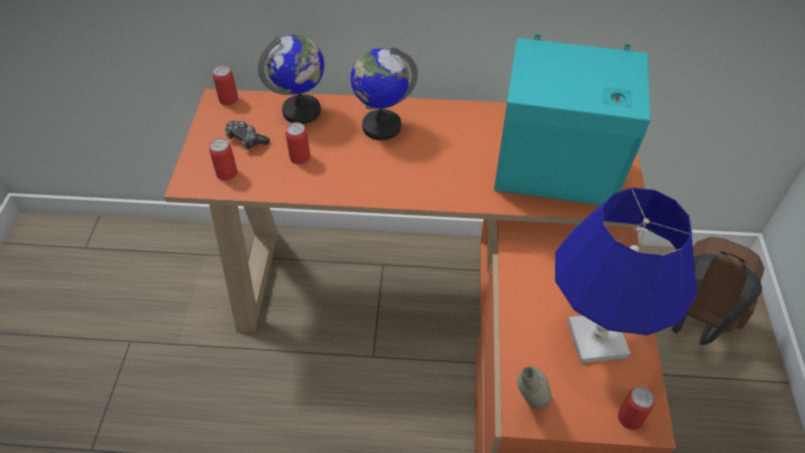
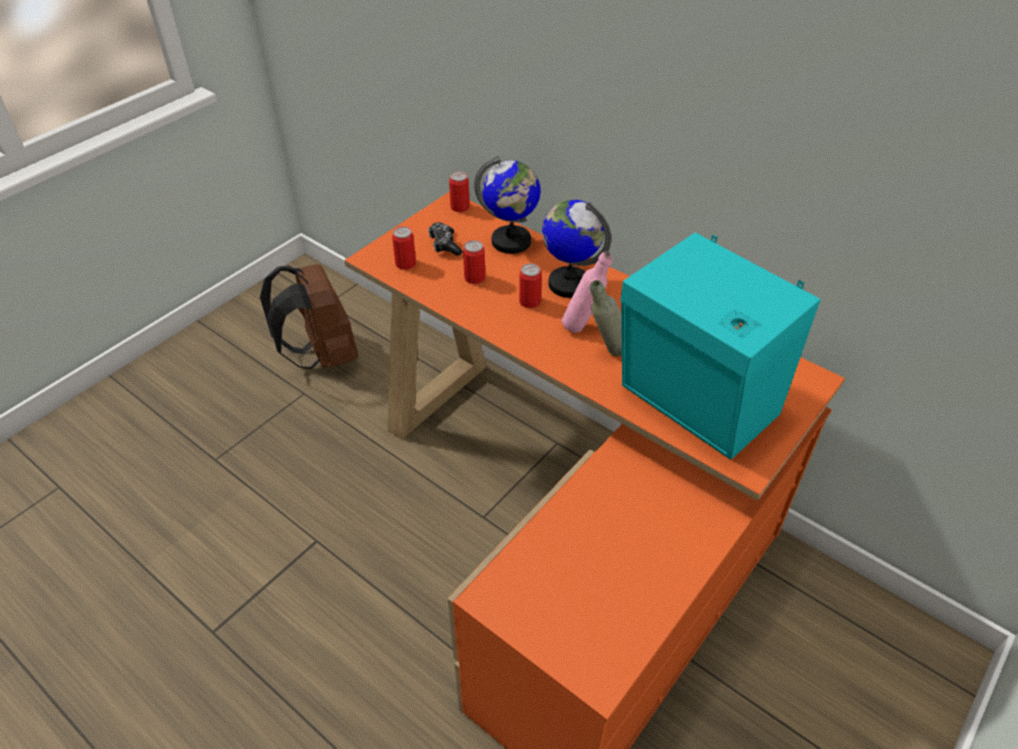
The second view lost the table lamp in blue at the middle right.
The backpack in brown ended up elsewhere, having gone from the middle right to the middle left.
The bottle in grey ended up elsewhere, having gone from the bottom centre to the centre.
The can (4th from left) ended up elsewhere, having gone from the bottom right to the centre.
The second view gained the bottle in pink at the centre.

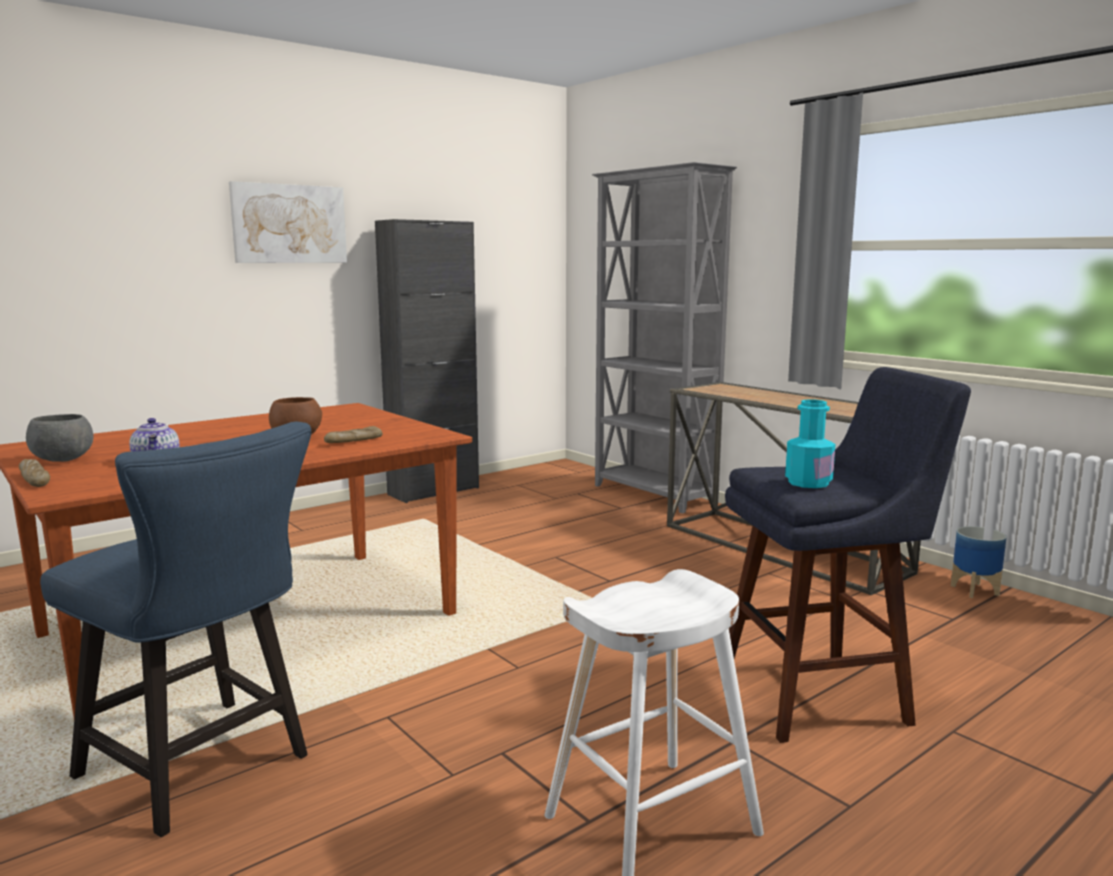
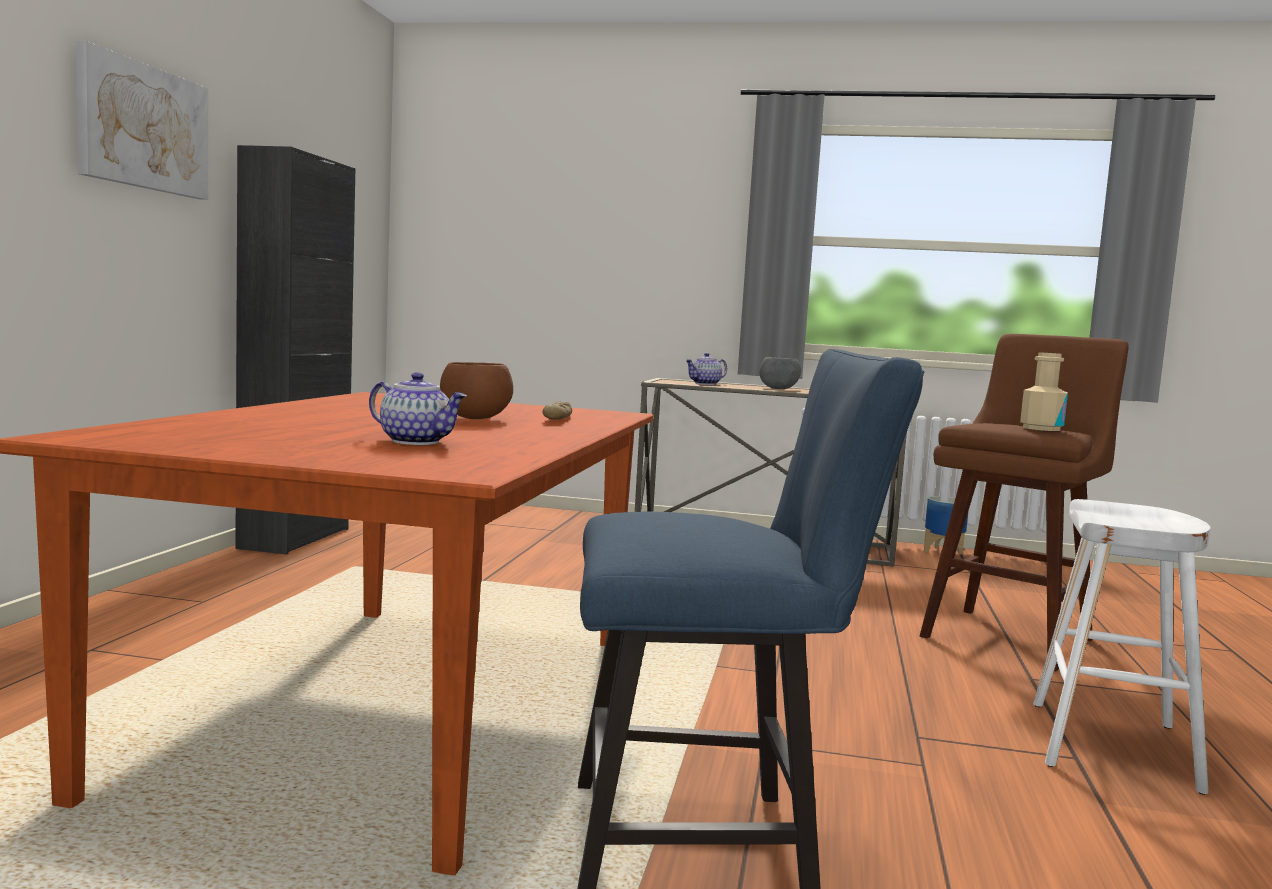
The second view lost the bookcase in grey at the centre.
What was the stool in blue at the middle right turned into the stool in brown at the middle right.
What was the bottle in turquoise at the middle right turned into the bottle in beige at the middle right.
The bowl in grey ended up elsewhere, having gone from the middle left to the centre.
The second view lost the bread (1st from left) at the middle left.
The second view gained the teapot (2nd from left) at the centre.

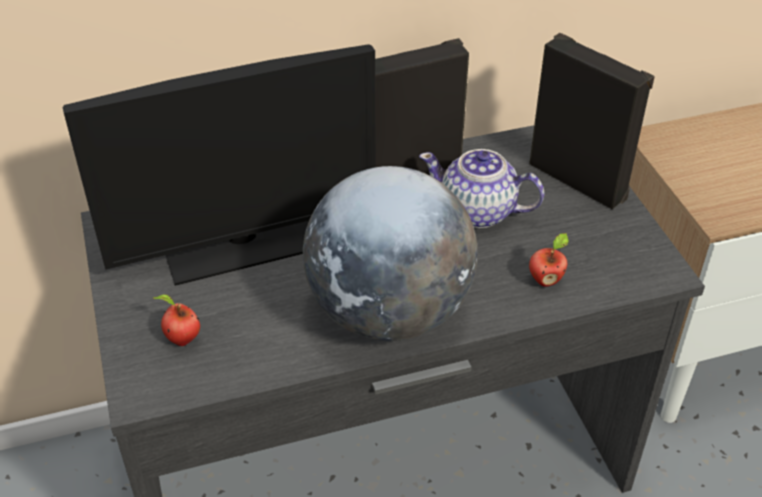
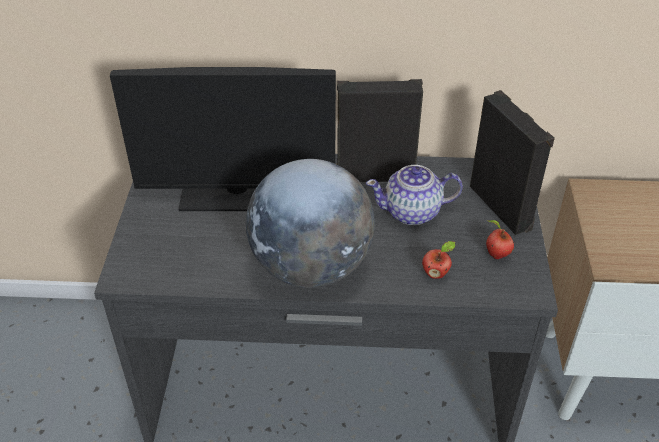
The teapot at the centre ended up facing another way, 45 degrees counterclockwise from before.
The apple (1st from left in the first image) ended up elsewhere, having gone from the middle left to the middle right.

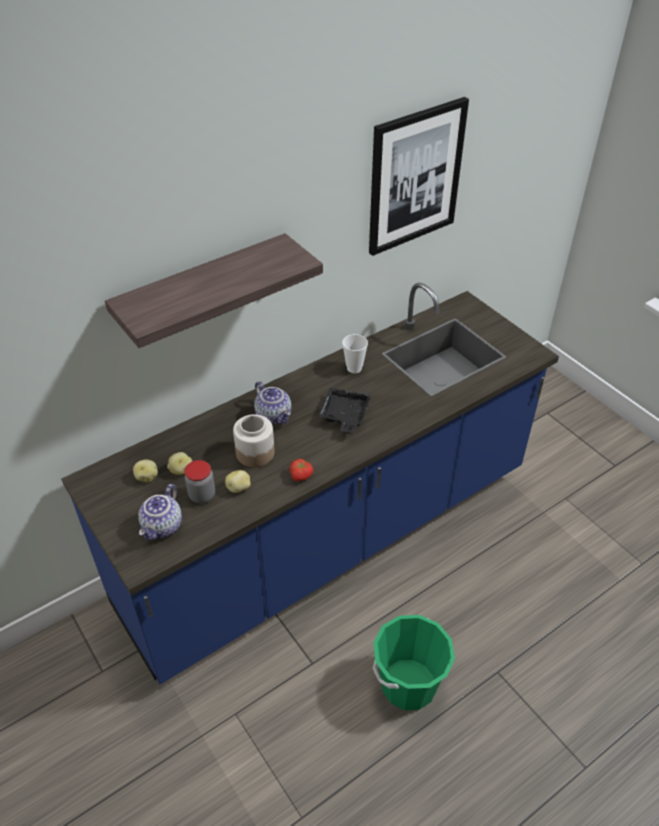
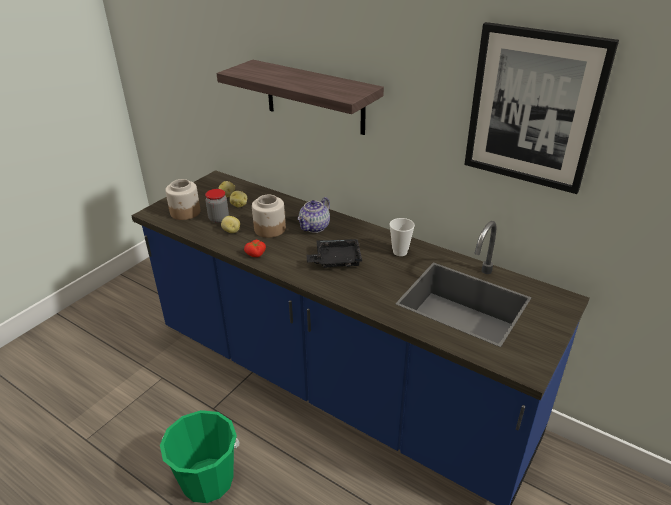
Where the teapot (1st from left) stood at the middle left, the jar (1st from left) came to stand at the middle left.

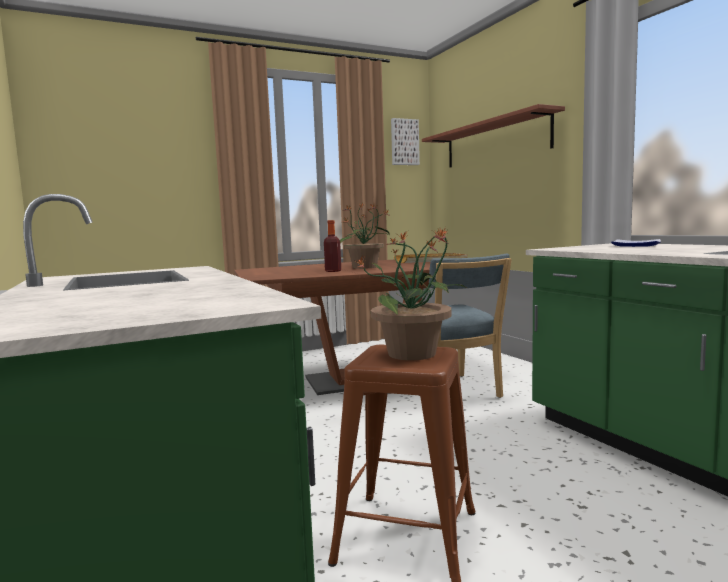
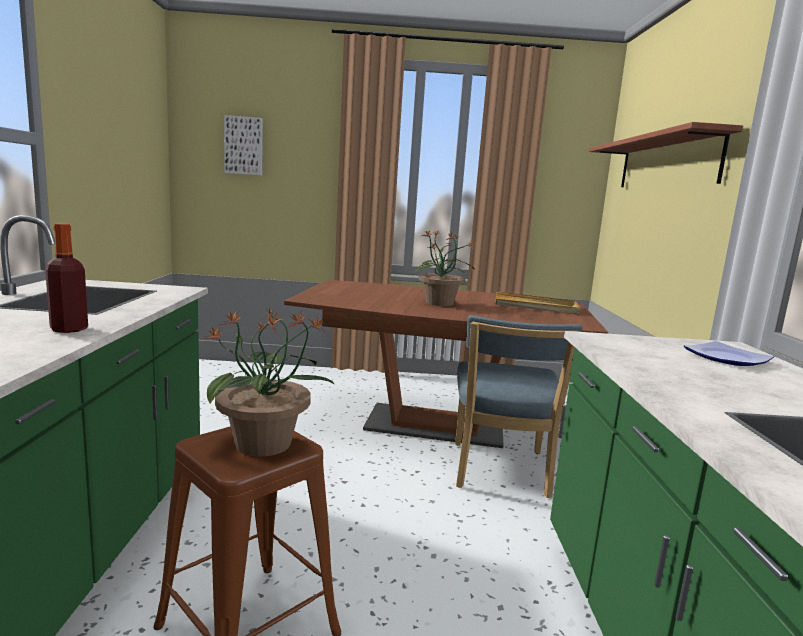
The picture ended up elsewhere, having gone from the top centre to the top left.
The bottle ended up elsewhere, having gone from the centre to the middle left.

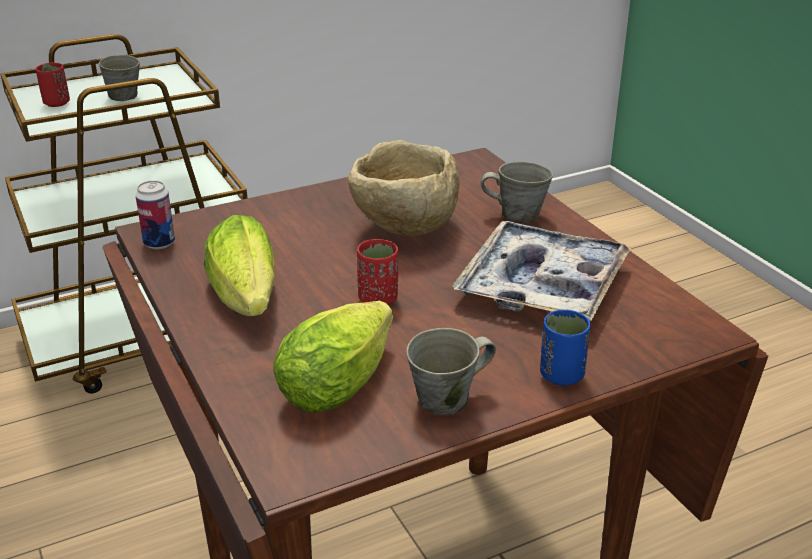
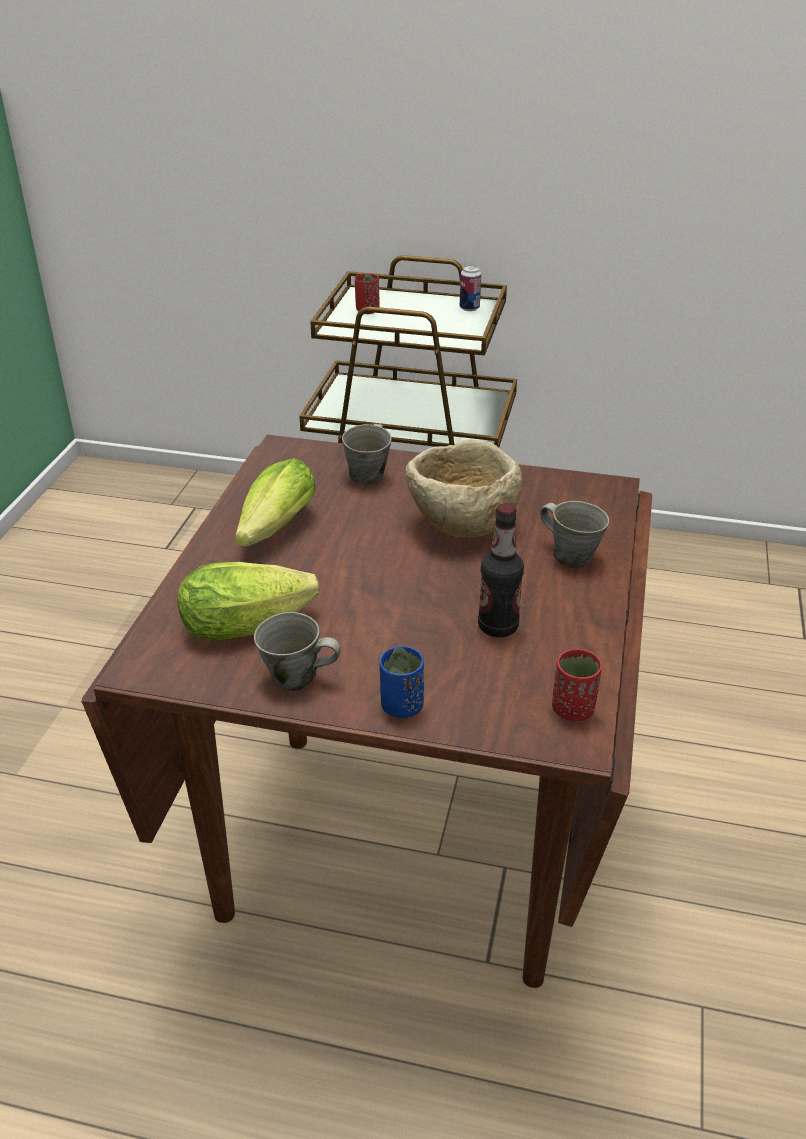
The mug in grey (1st from left in the first image) ended up elsewhere, having gone from the top left to the centre.
The can ended up elsewhere, having gone from the middle left to the top centre.
Where the tray stood at the middle right, the bottle came to stand at the centre.
The cup in red (2nd from left) ended up elsewhere, having gone from the centre to the middle right.

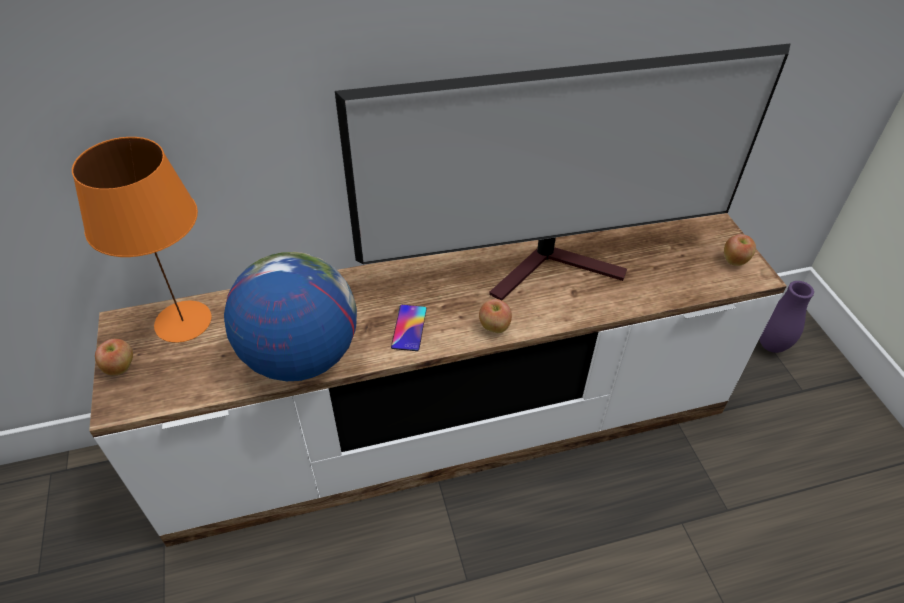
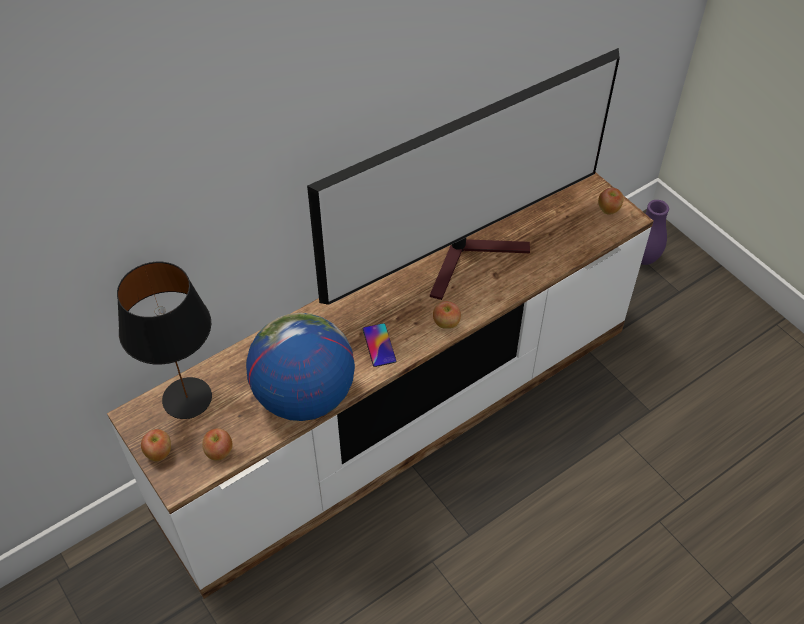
What was the table lamp in orange at the middle left turned into the table lamp in black at the middle left.
The second view gained the apple (2nd from left) at the bottom left.

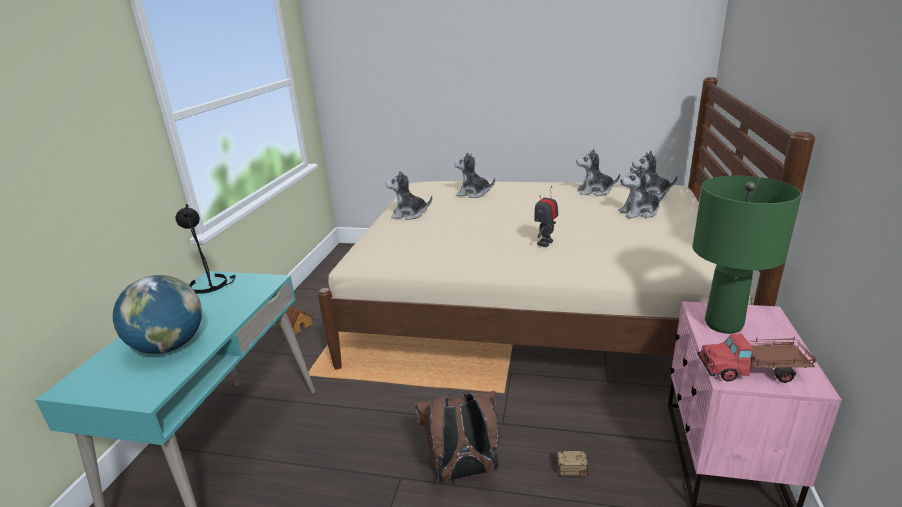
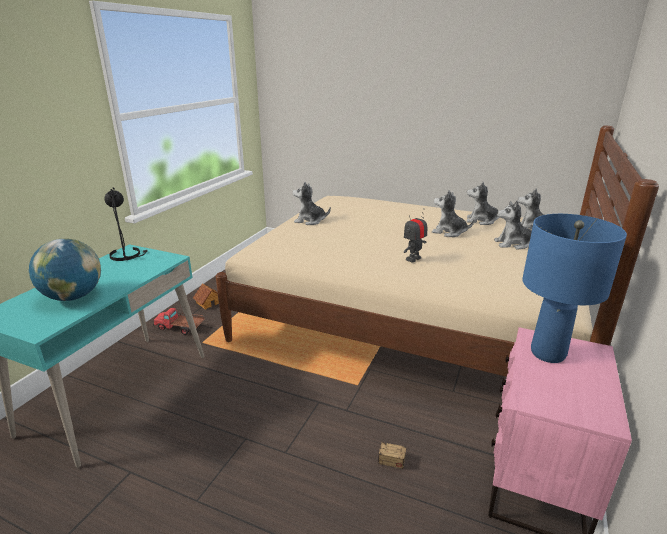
The plush toy (2nd from left) ended up elsewhere, having gone from the centre to the middle right.
What was the table lamp in green at the middle right turned into the table lamp in blue at the middle right.
The toy truck ended up elsewhere, having gone from the bottom right to the middle left.
The second view lost the backpack in brown at the bottom centre.

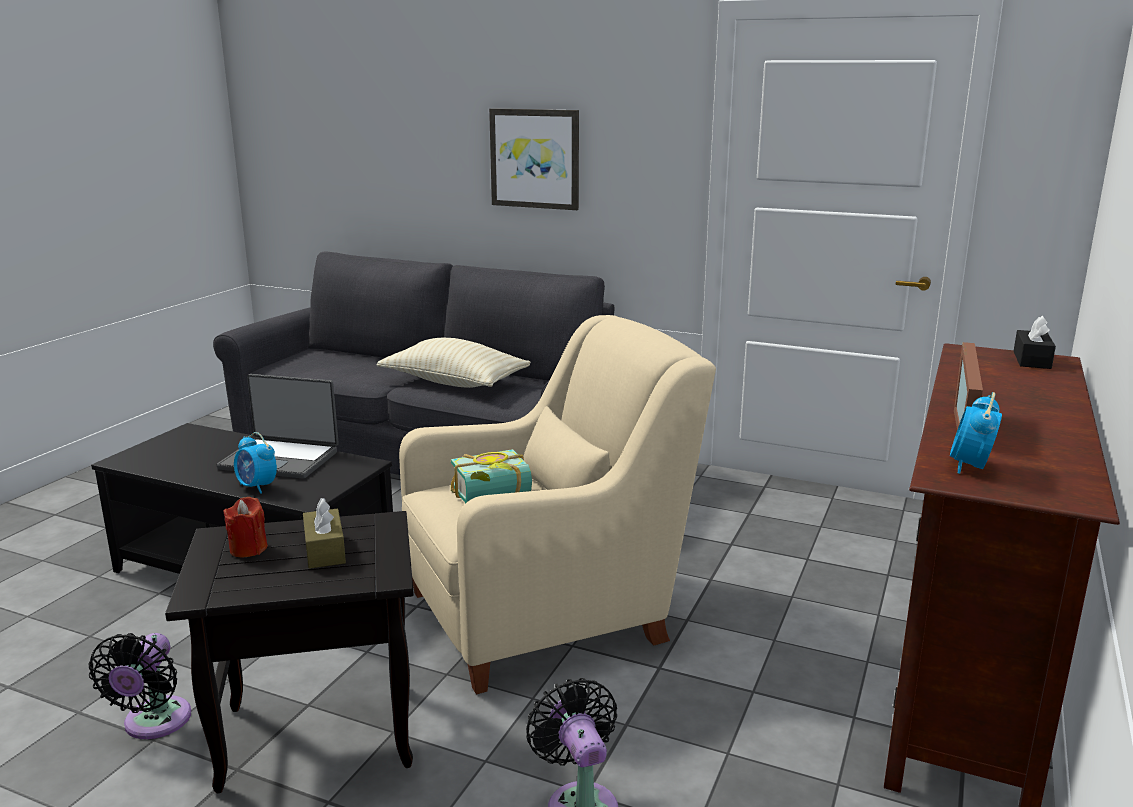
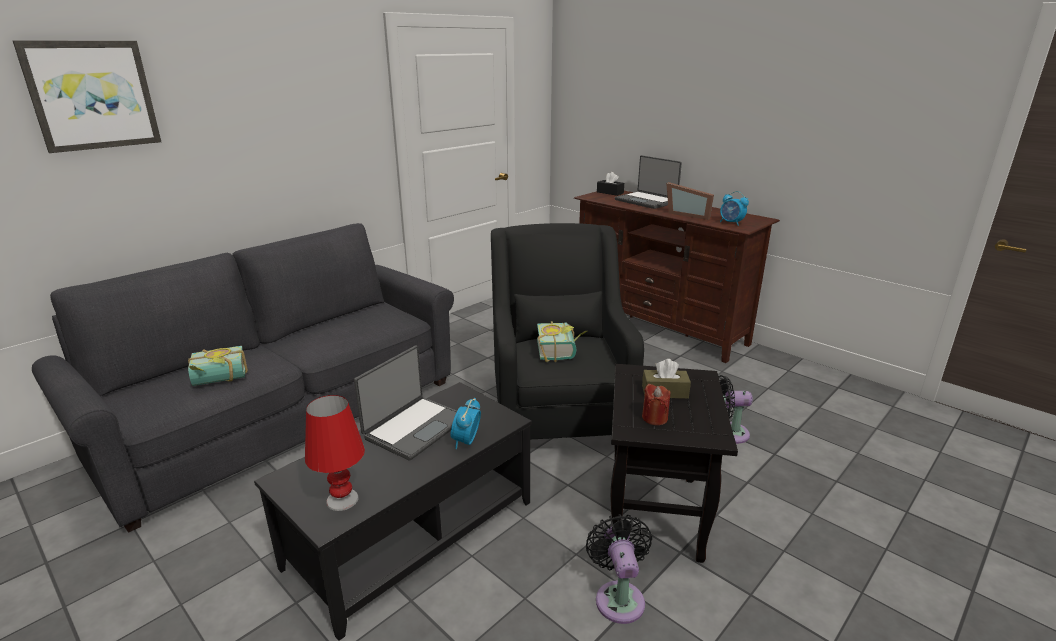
The picture ended up elsewhere, having gone from the top centre to the top left.
What was the armchair in beige at the centre turned into the armchair in black at the centre.
The second view lost the pillow in beige at the centre.
The alarm clock (1st from left) at the middle left ended up facing another way, 135 degrees clockwise from before.
The fan in black (1st from left) at the bottom left ended up facing another way, 120 degrees counterclockwise from before.
The second view gained the laptop (2nd from left) at the top centre.
The second view gained the book (1st from left) at the middle left.
The second view gained the table lamp in red at the bottom left.

